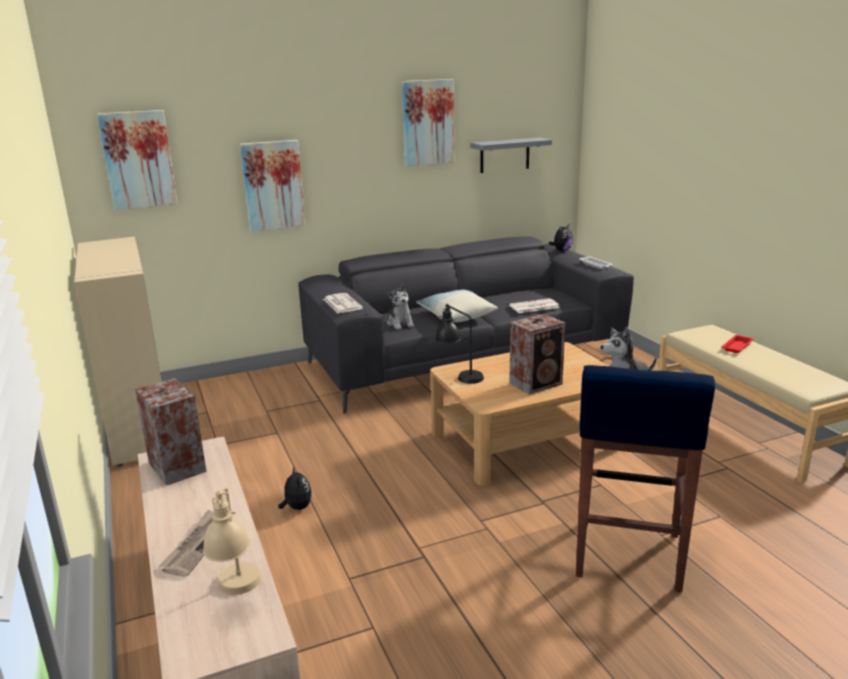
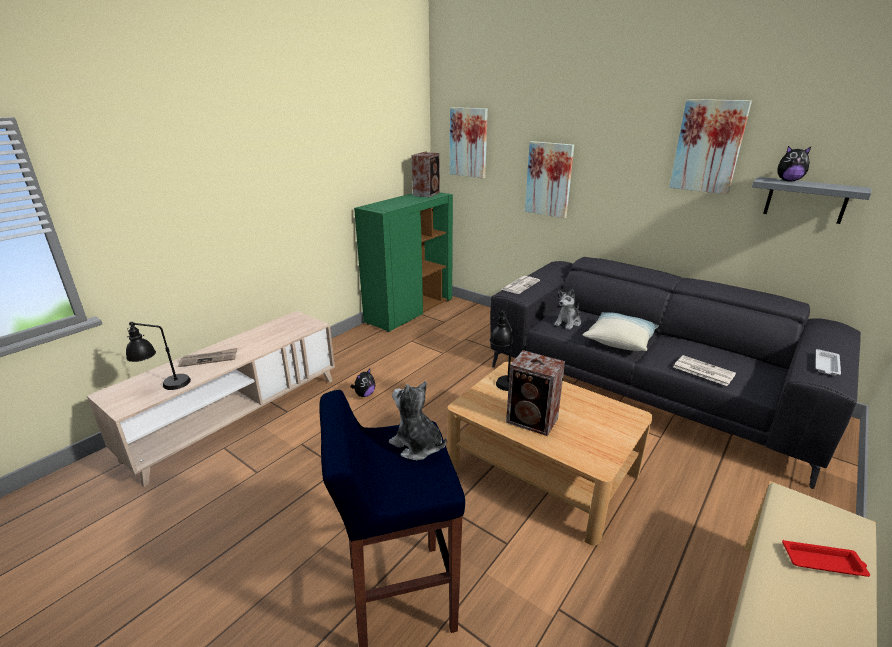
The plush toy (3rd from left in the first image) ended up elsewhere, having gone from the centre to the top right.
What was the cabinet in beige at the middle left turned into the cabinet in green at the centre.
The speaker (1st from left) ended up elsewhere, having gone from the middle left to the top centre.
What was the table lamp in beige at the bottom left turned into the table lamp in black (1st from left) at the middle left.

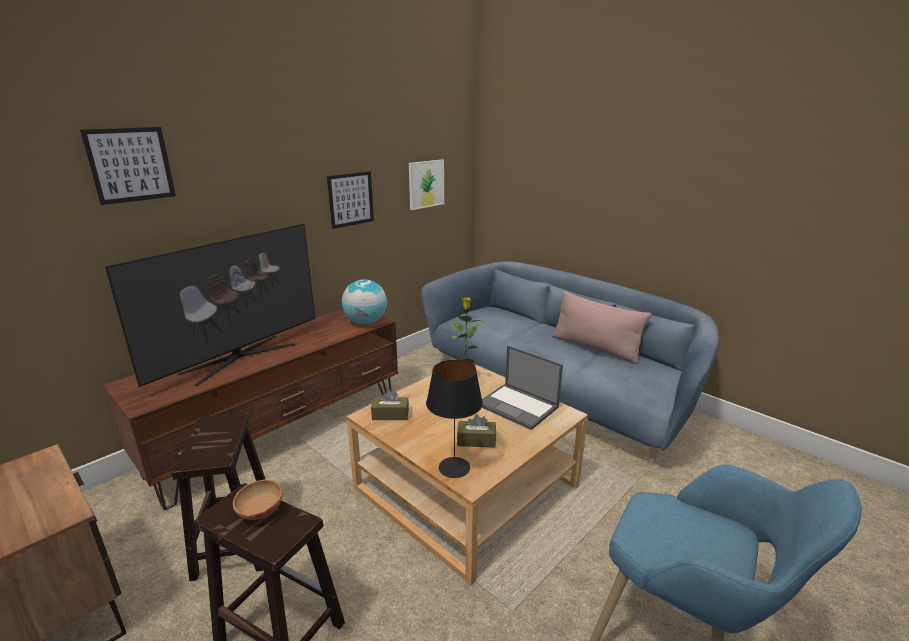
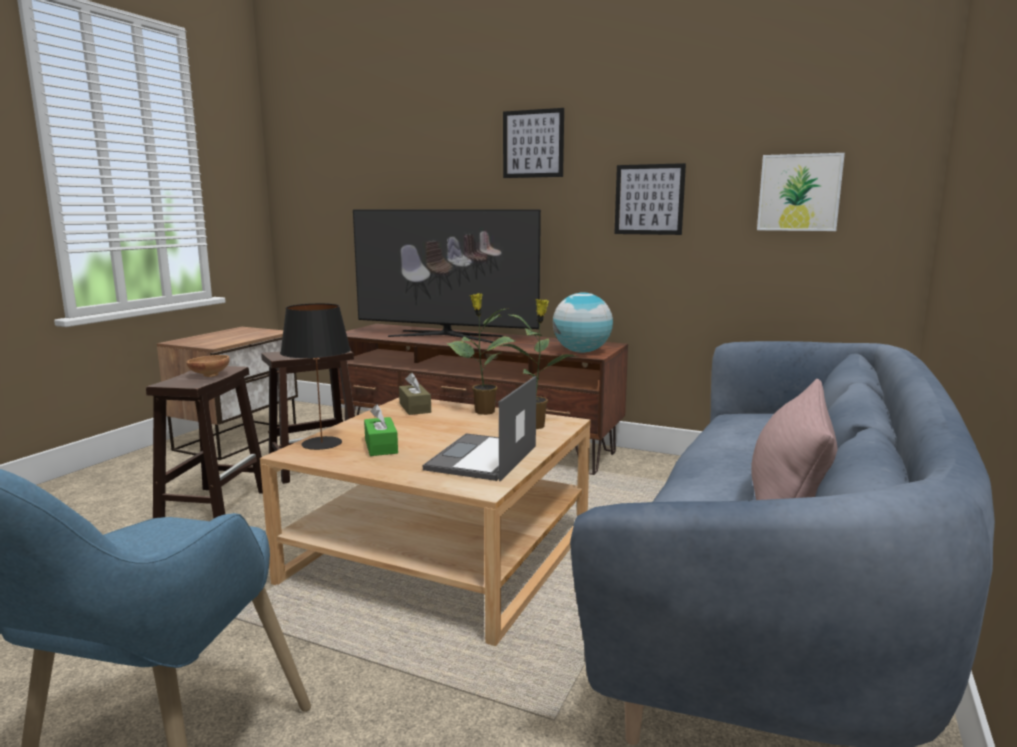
The picture (1st from left) ended up elsewhere, having gone from the top left to the top centre.
What was the tissue box in brown (2nd from left) at the bottom centre turned into the tissue box in green at the centre.
The second view gained the potted plant (1st from left) at the centre.

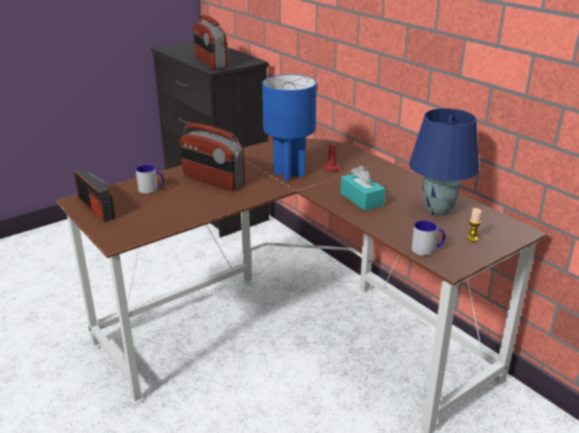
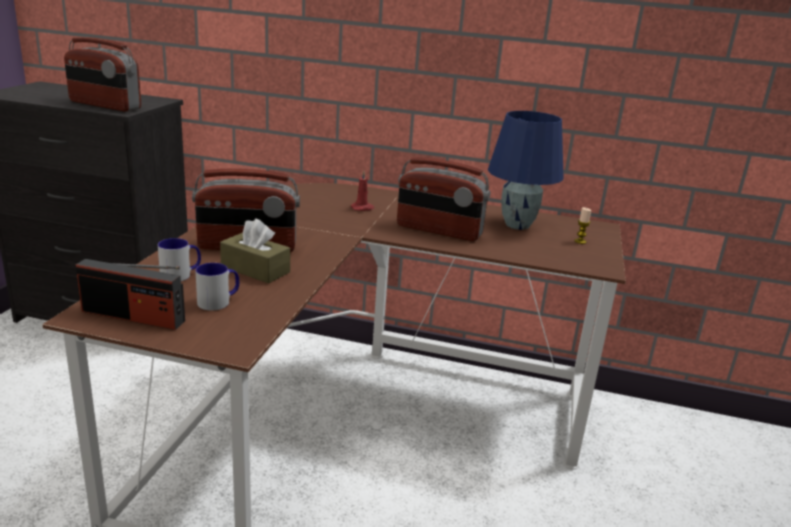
The second view lost the table lamp in blue (1st from left) at the top centre.
Where the tissue box in turquoise stood at the centre, the radio (4th from left) came to stand at the centre.
The mug (2nd from left) ended up elsewhere, having gone from the middle right to the middle left.
The second view gained the tissue box in brown at the middle left.

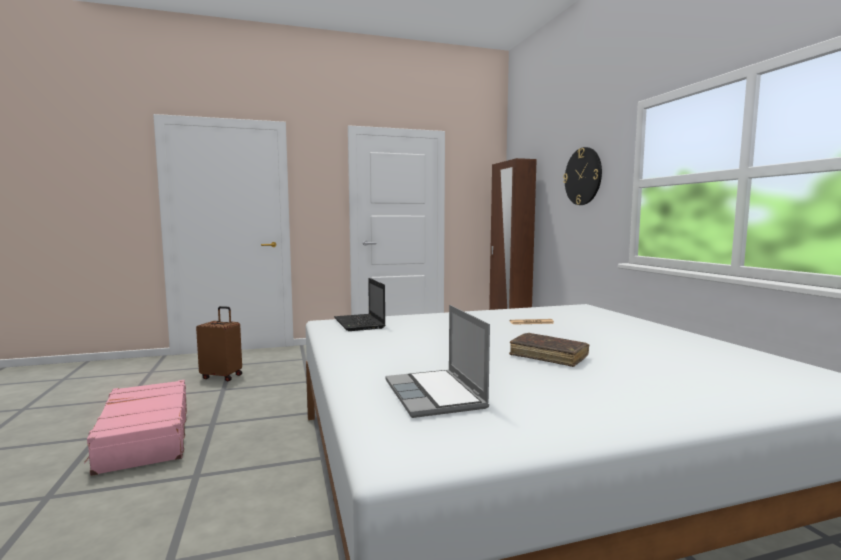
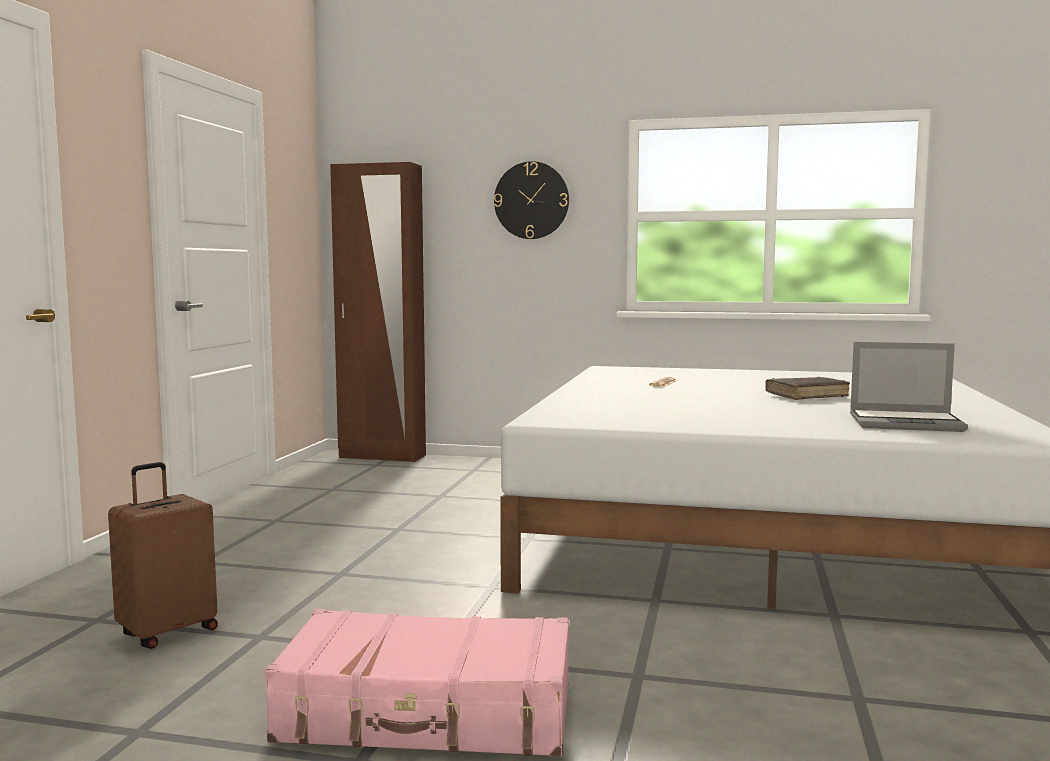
The second view lost the laptop (1st from left) at the centre.

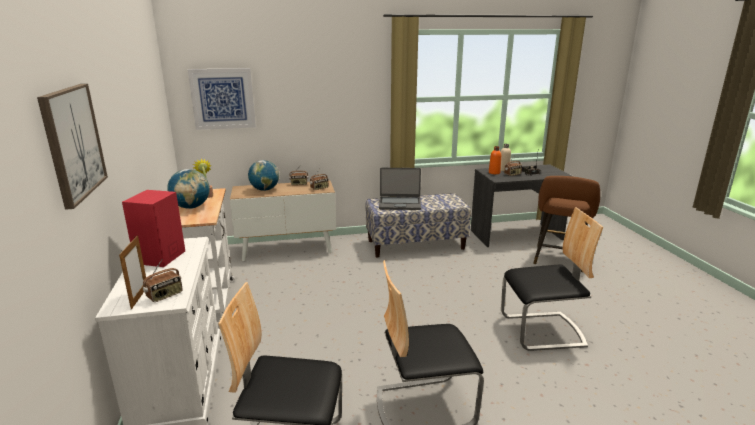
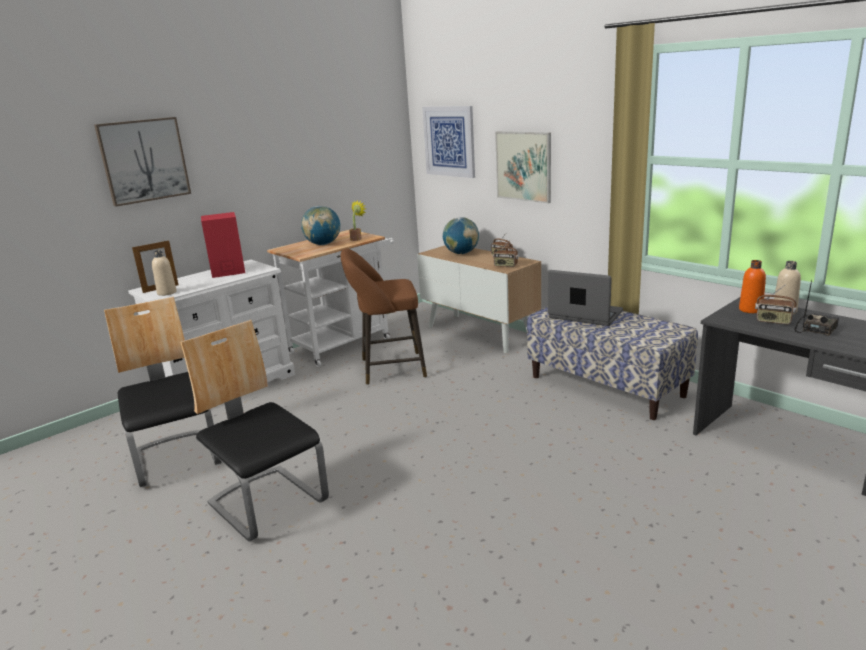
The laptop at the centre ended up facing another way, 150 degrees clockwise from before.
The stool in brown ended up elsewhere, having gone from the middle right to the centre.
The second view lost the chair (3rd from left) at the middle right.
Where the radio (1st from left) stood at the middle left, the bottle in beige (1st from left) came to stand at the middle left.
The second view gained the picture (3rd from left) at the top centre.

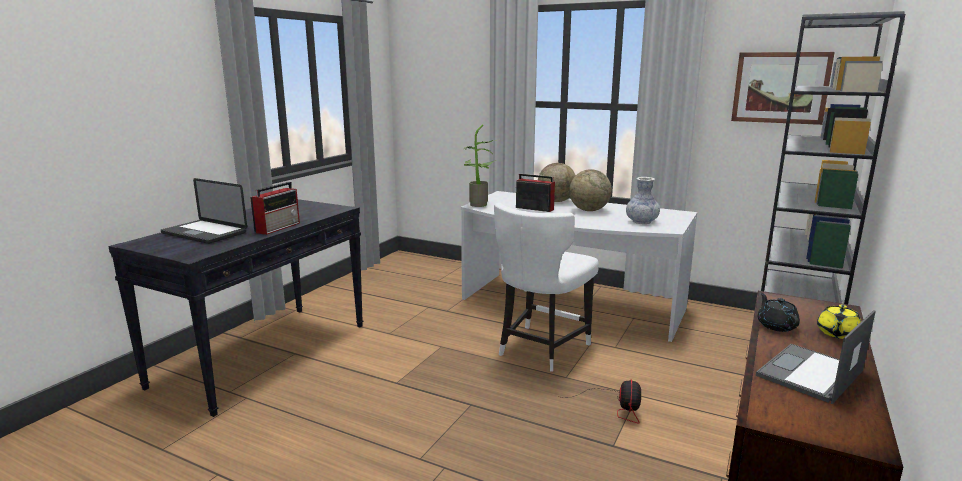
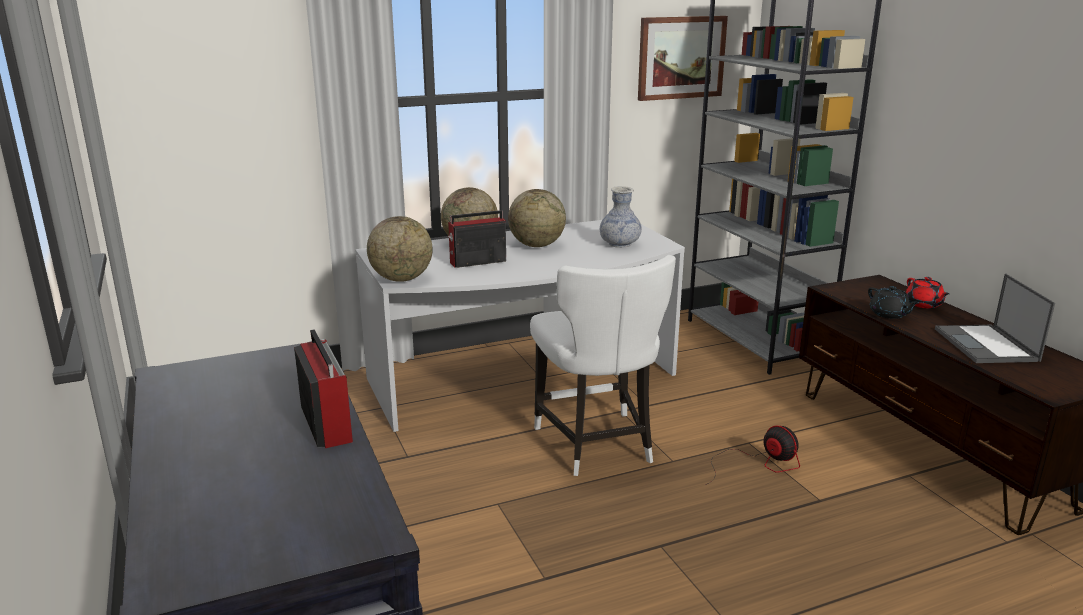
Where the potted plant stood at the centre, the globe (1st from left) came to stand at the centre.
The second view lost the laptop (1st from left) at the middle left.
The teapot in black at the middle right ended up facing another way, 150 degrees counterclockwise from before.
What was the teapot in yellow at the bottom right turned into the teapot in red at the middle right.

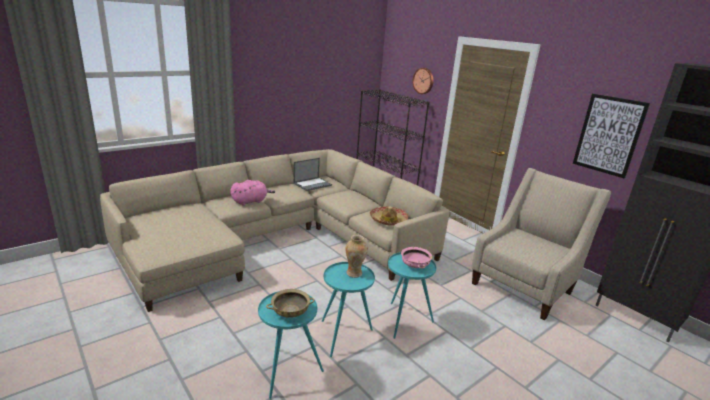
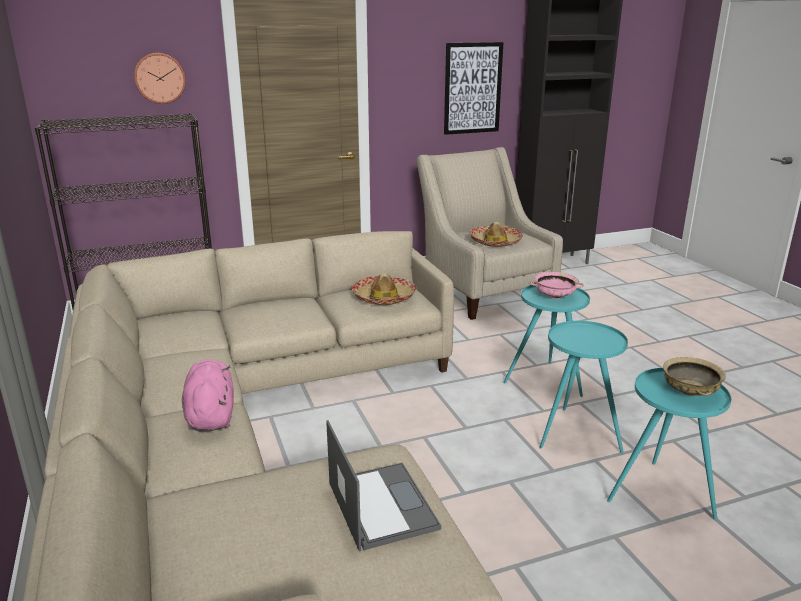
The laptop ended up elsewhere, having gone from the centre to the bottom centre.
The second view lost the vase at the centre.
The second view gained the hat (2nd from left) at the centre.

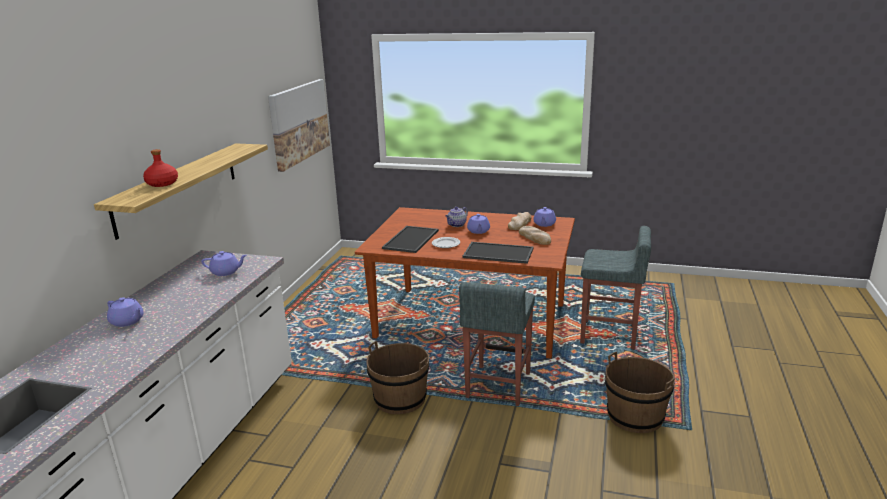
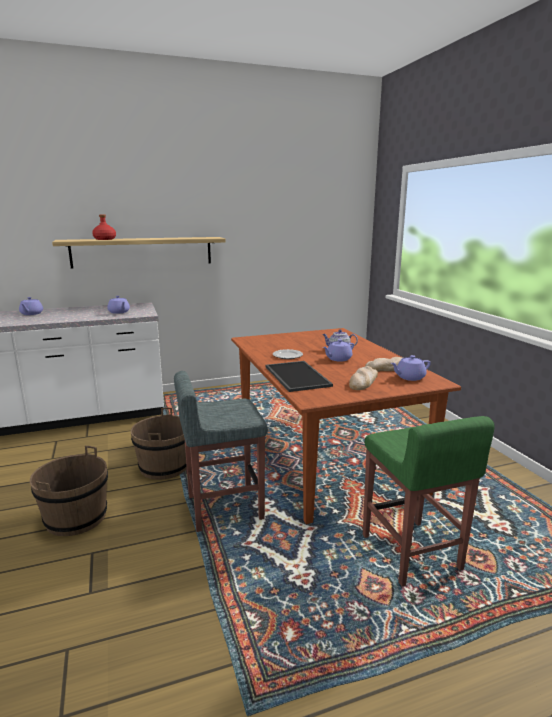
The second view lost the picture at the top centre.
The second view lost the tray (1st from left) at the centre.
What was the stool in grey (2nd from left) at the middle right turned into the stool in green at the bottom right.
The bucket in brown (2nd from left in the first image) ended up elsewhere, having gone from the bottom right to the bottom left.

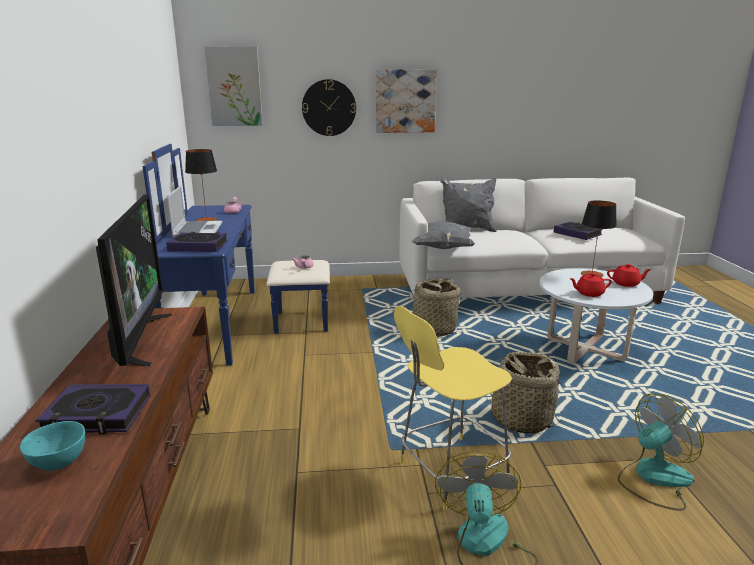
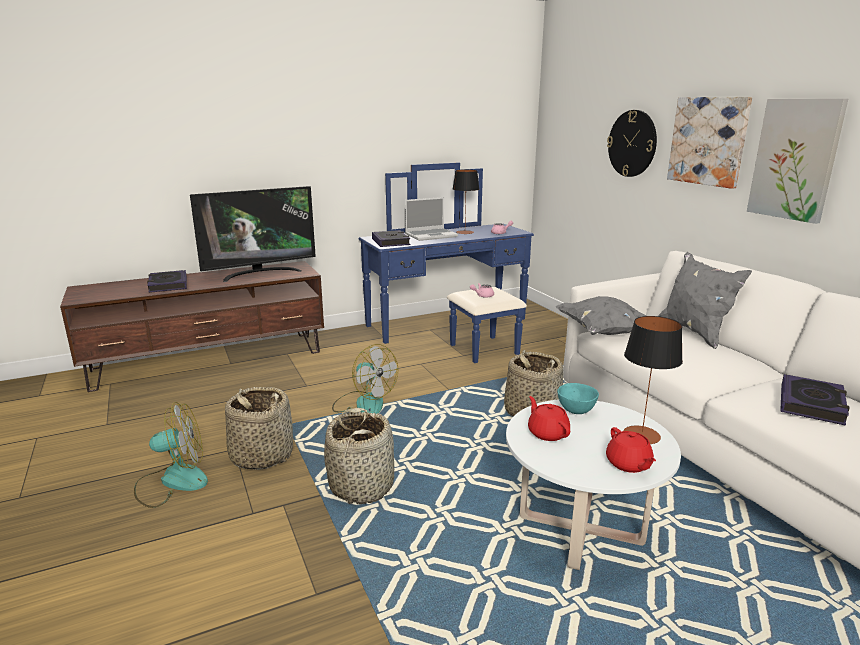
The picture (1st from left in the first image) ended up elsewhere, having gone from the top left to the top right.
Where the stool in yellow stood at the bottom centre, the basket (1st from left) came to stand at the middle left.
The fan (2nd from left) ended up elsewhere, having gone from the bottom right to the centre.
The bowl in turquoise ended up elsewhere, having gone from the bottom left to the middle right.

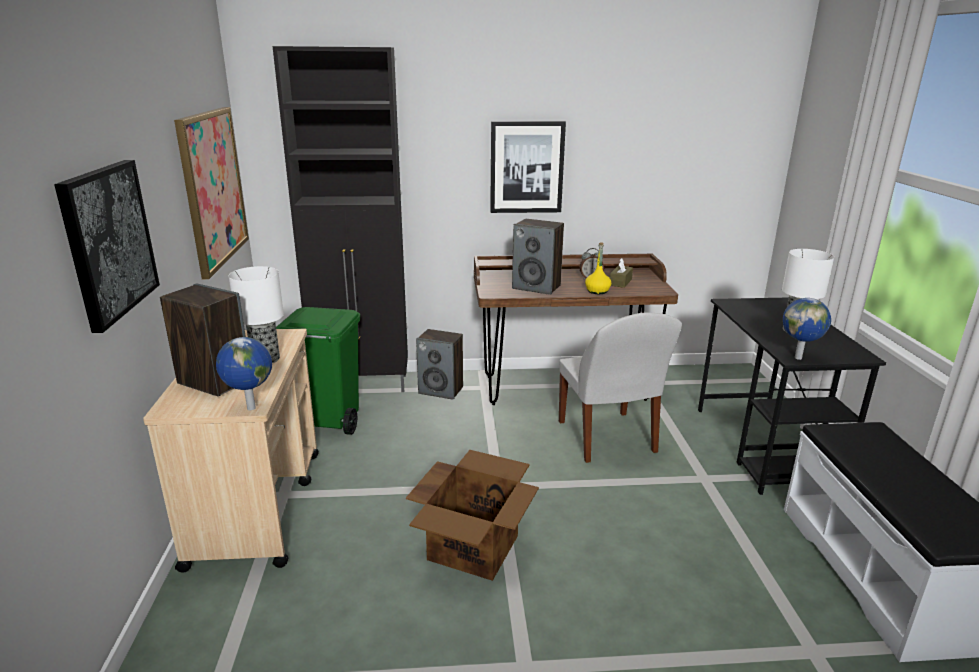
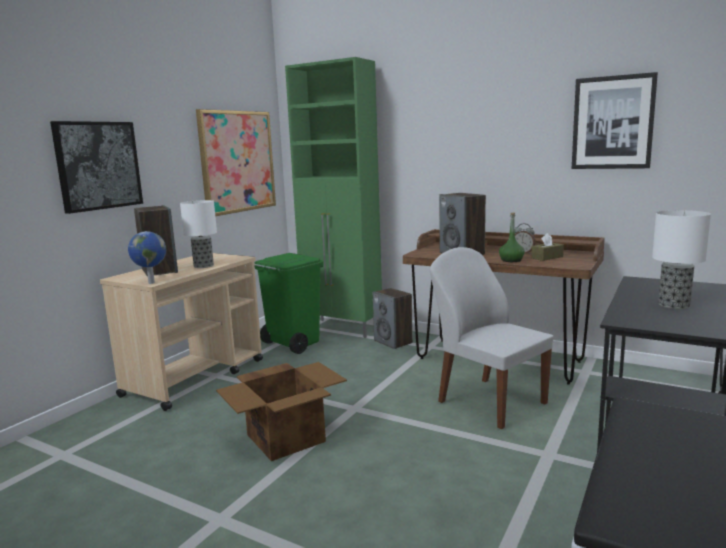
What was the cabinet in black at the top centre turned into the cabinet in green at the centre.
The picture (3rd from left) ended up elsewhere, having gone from the top centre to the top right.
What was the bottle in yellow at the centre turned into the bottle in green at the middle right.
The second view lost the globe (2nd from left) at the middle right.
The chair in white at the centre ended up facing another way, 120 degrees clockwise from before.

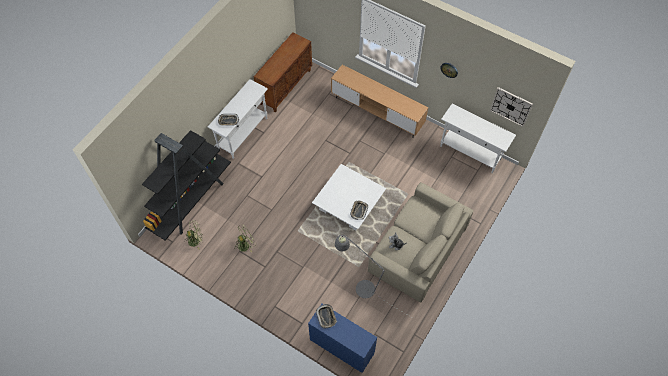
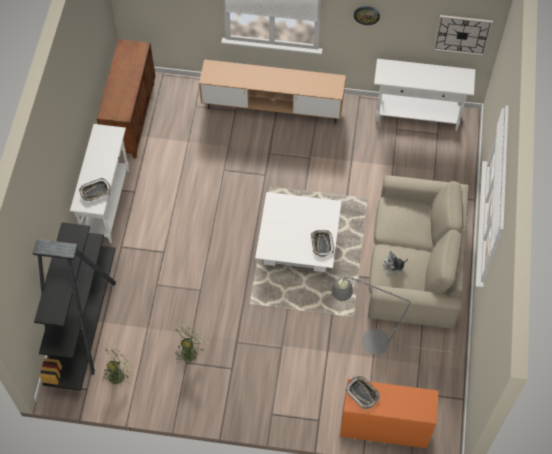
What was the desk in blue at the bottom centre turned into the desk in orange at the bottom right.

